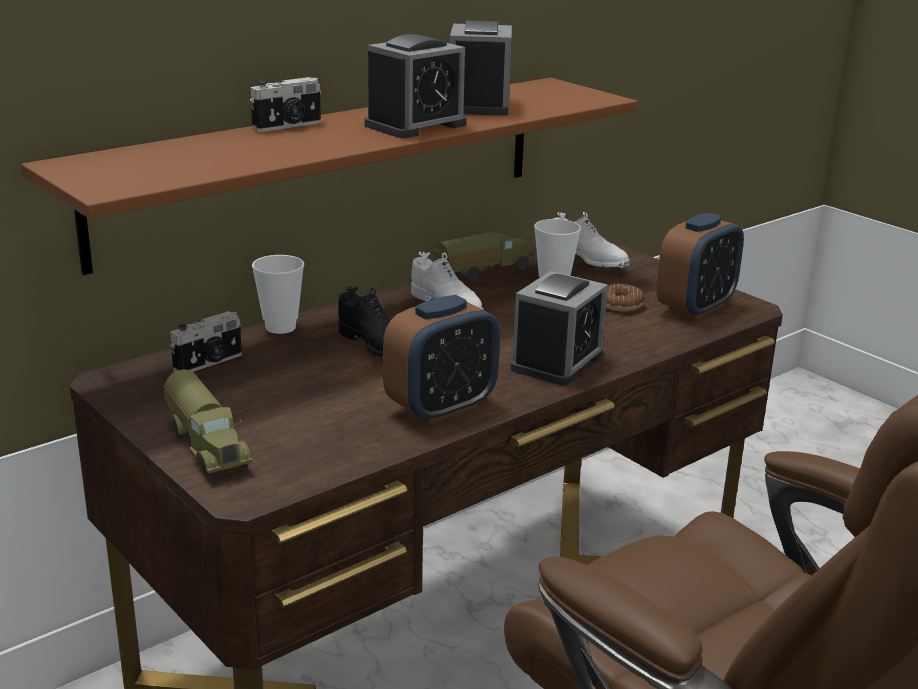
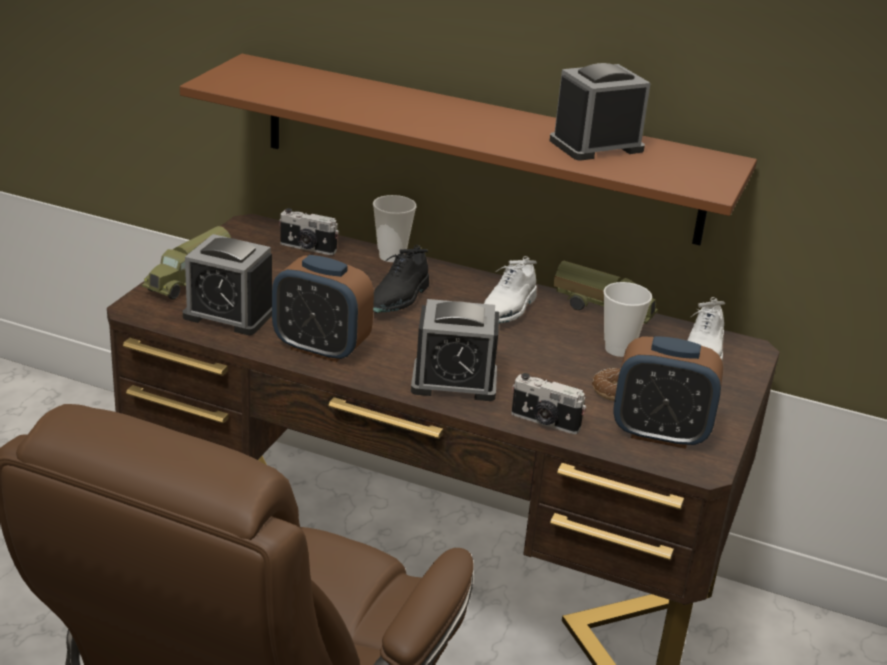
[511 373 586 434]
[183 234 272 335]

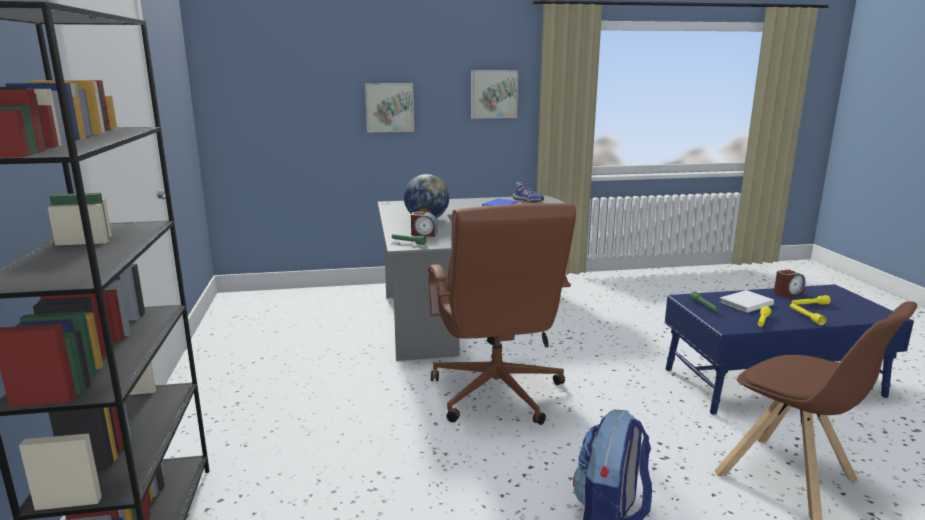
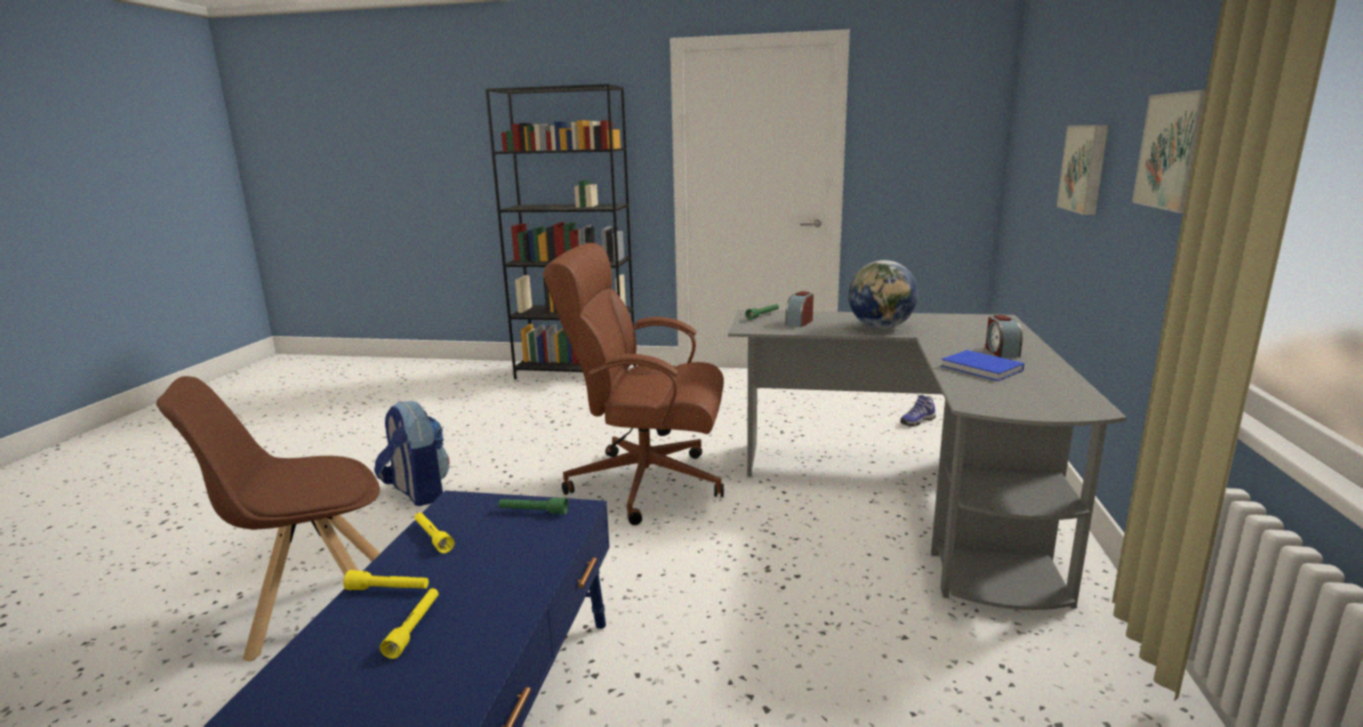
[719 290 774 313] (first image)
[900 395 936 427]
[985 315 1023 358]

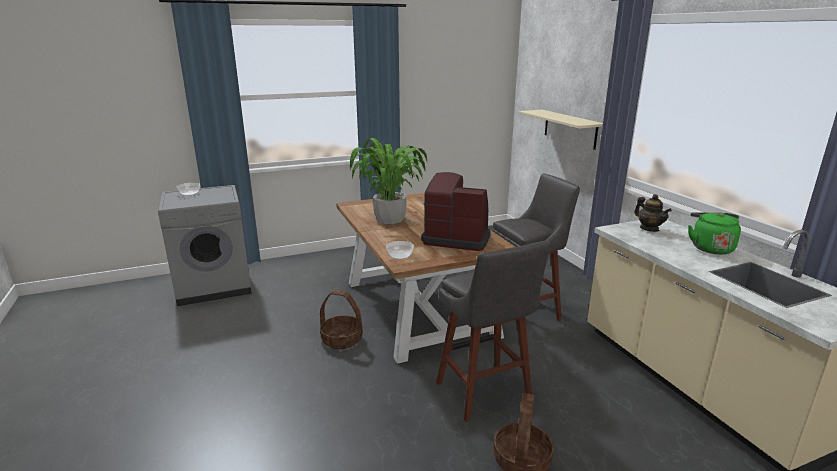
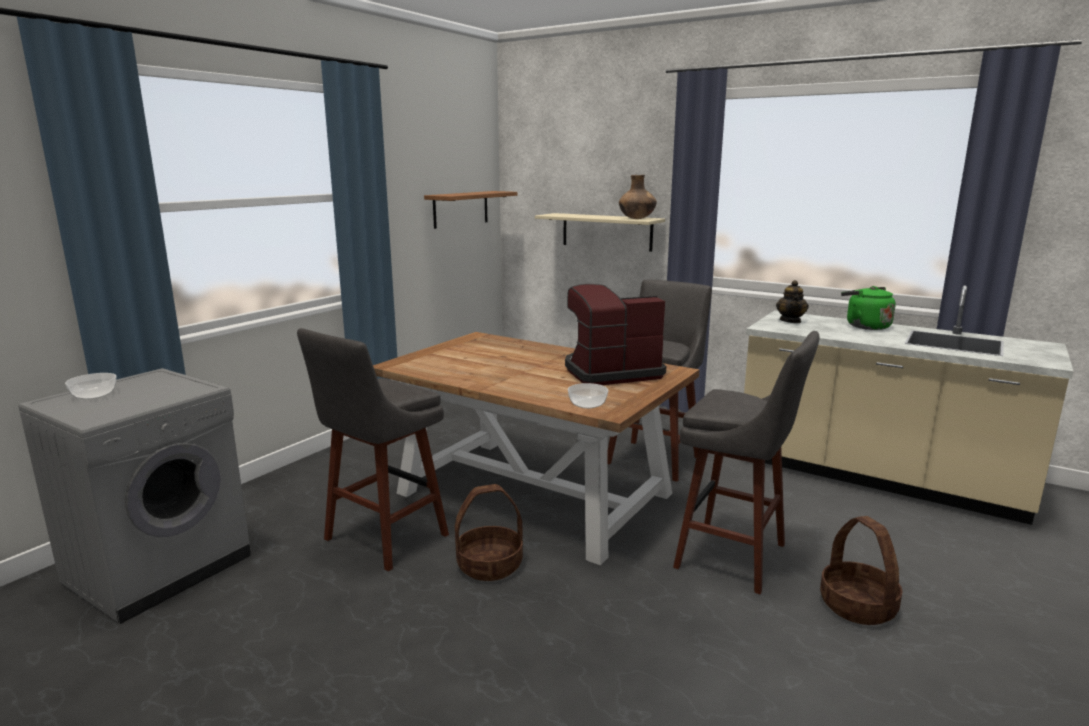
[349 138 428 224] (first image)
[297 328 449 572]
[424 191 517 229]
[619 175 657 219]
[776 280 809 323]

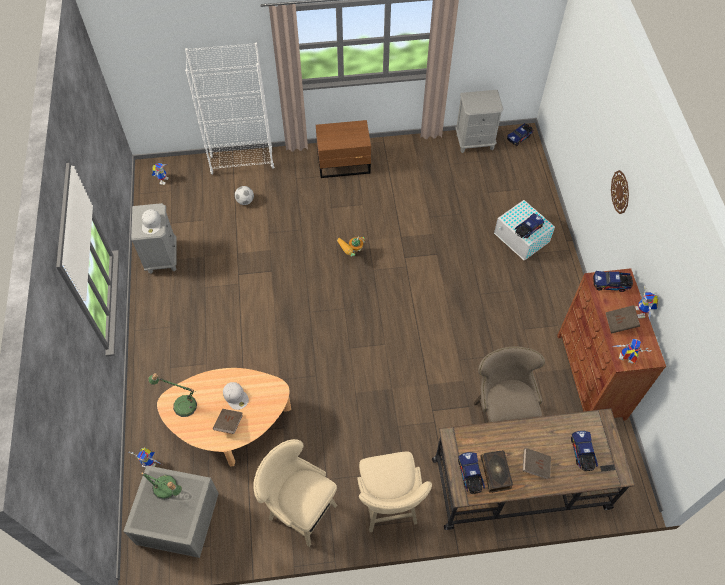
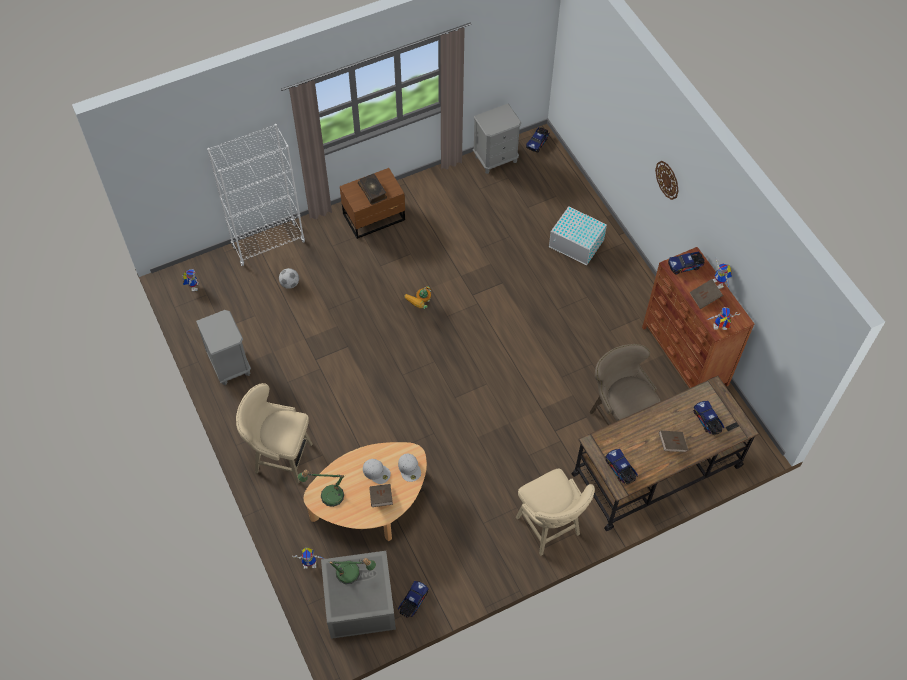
[398 454 421 482]
[236 383 313 483]
[358 173 387 205]
[398 581 429 618]

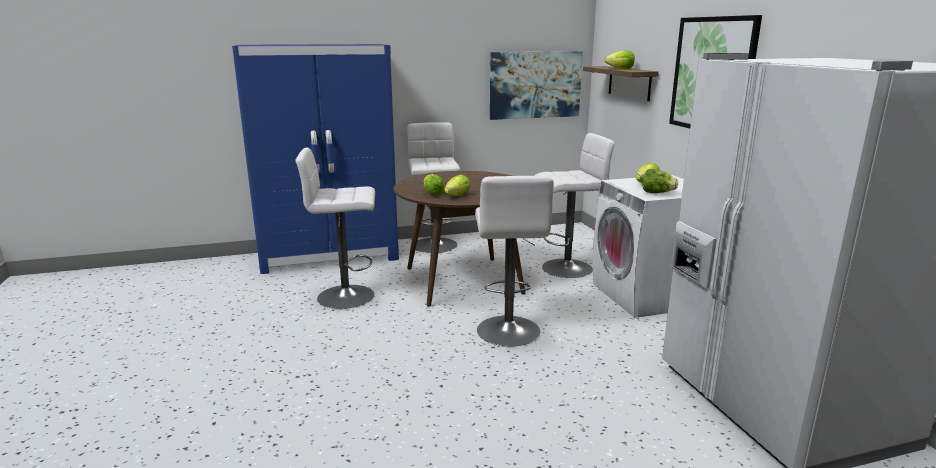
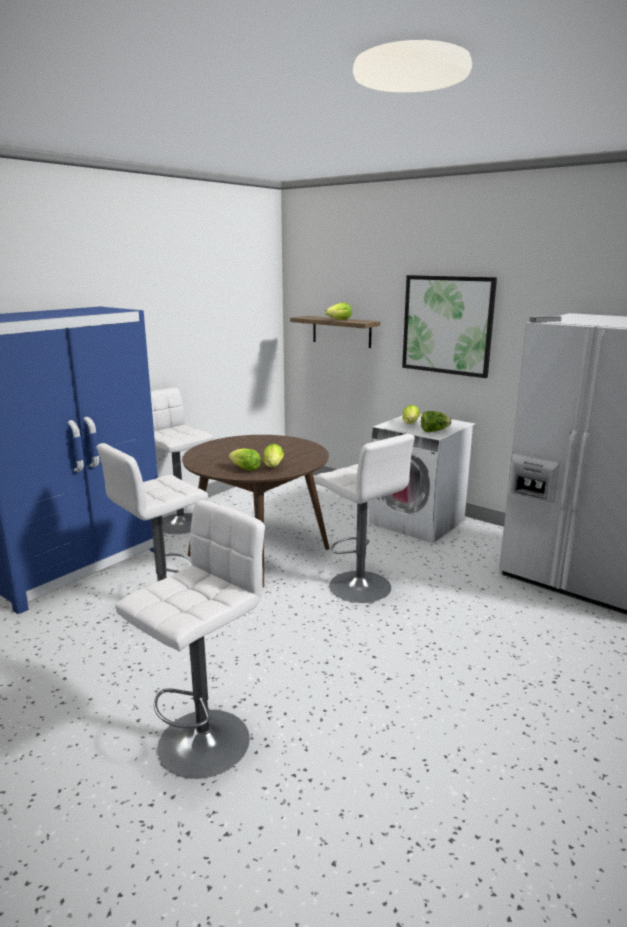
[490 51 583 120] (first image)
[115 500 265 779]

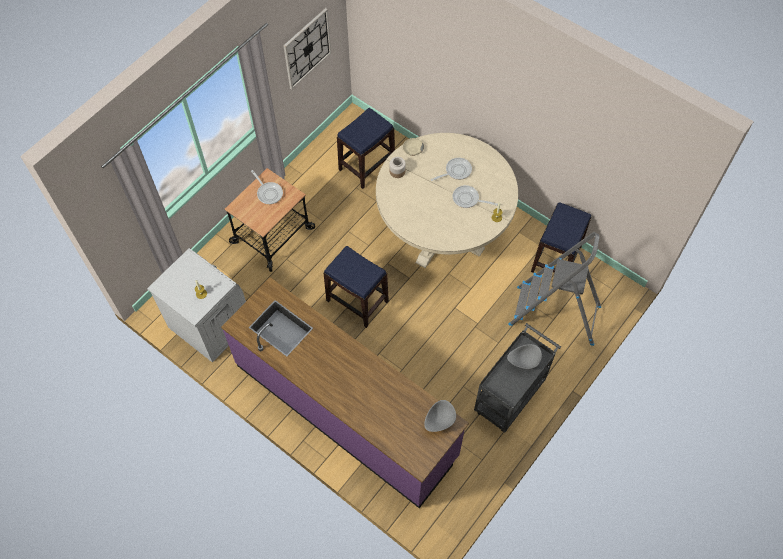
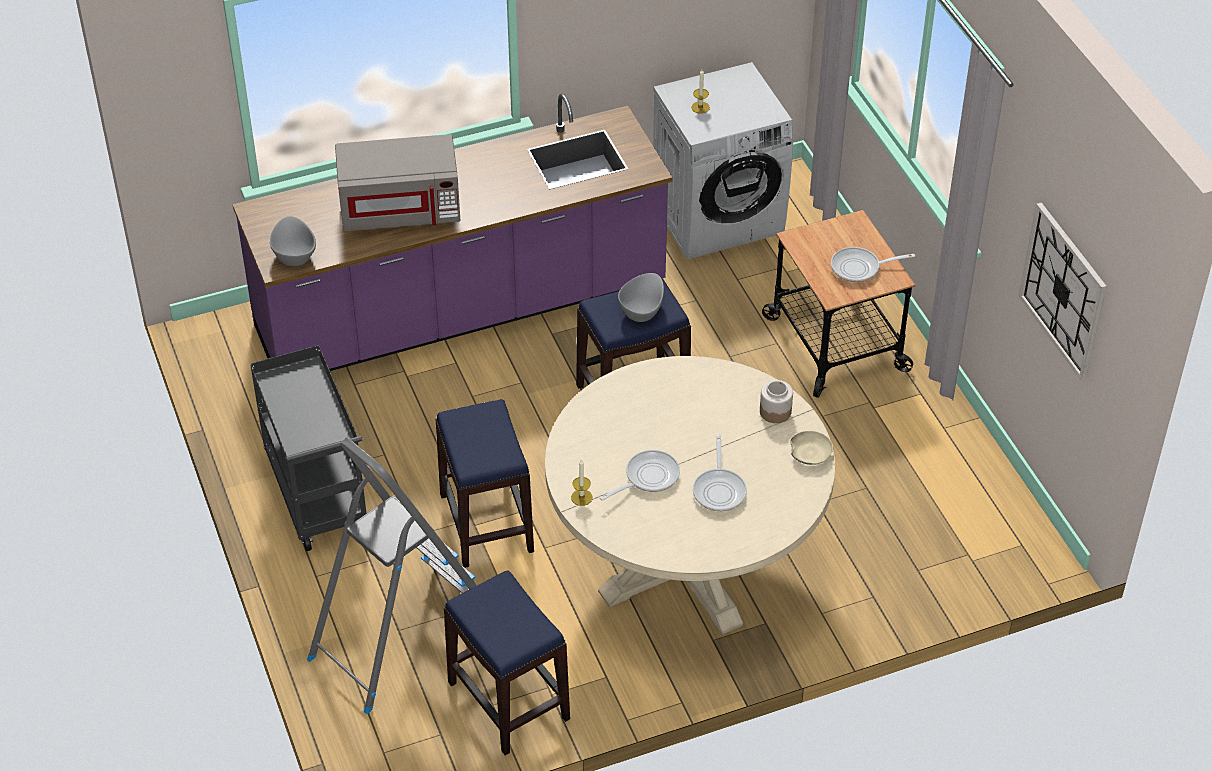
[335 134 460 231]
[436 399 534 568]
[618 273 664 322]

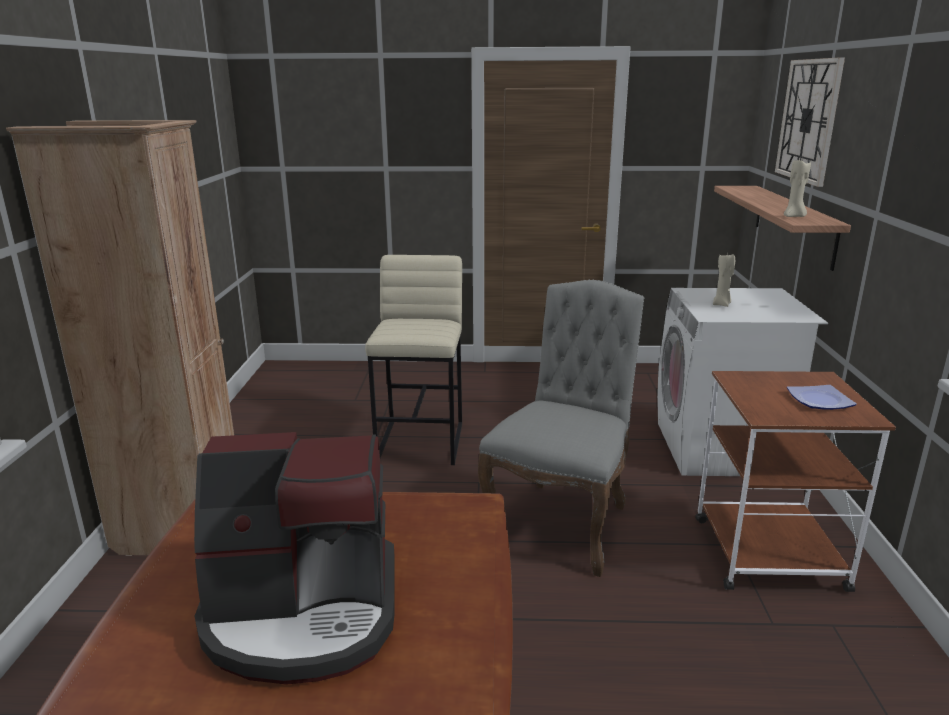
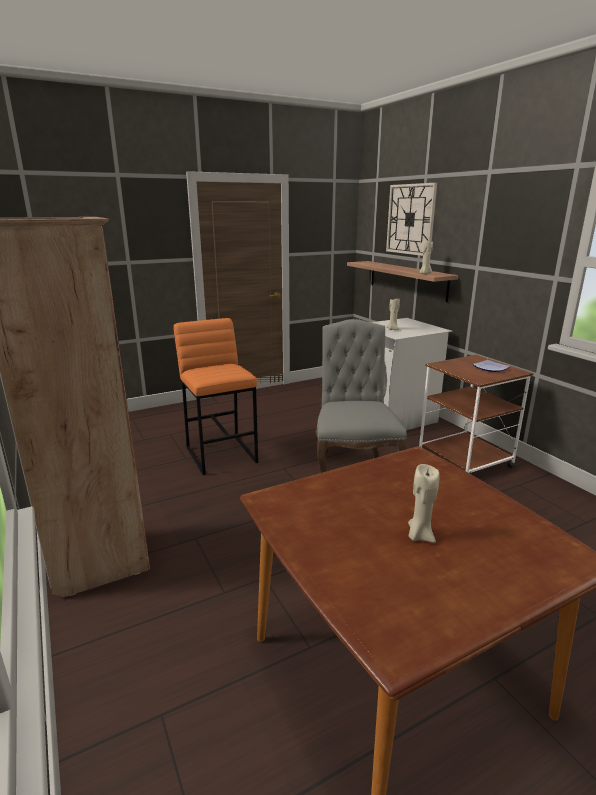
[408 464 440 543]
[173 318 258 475]

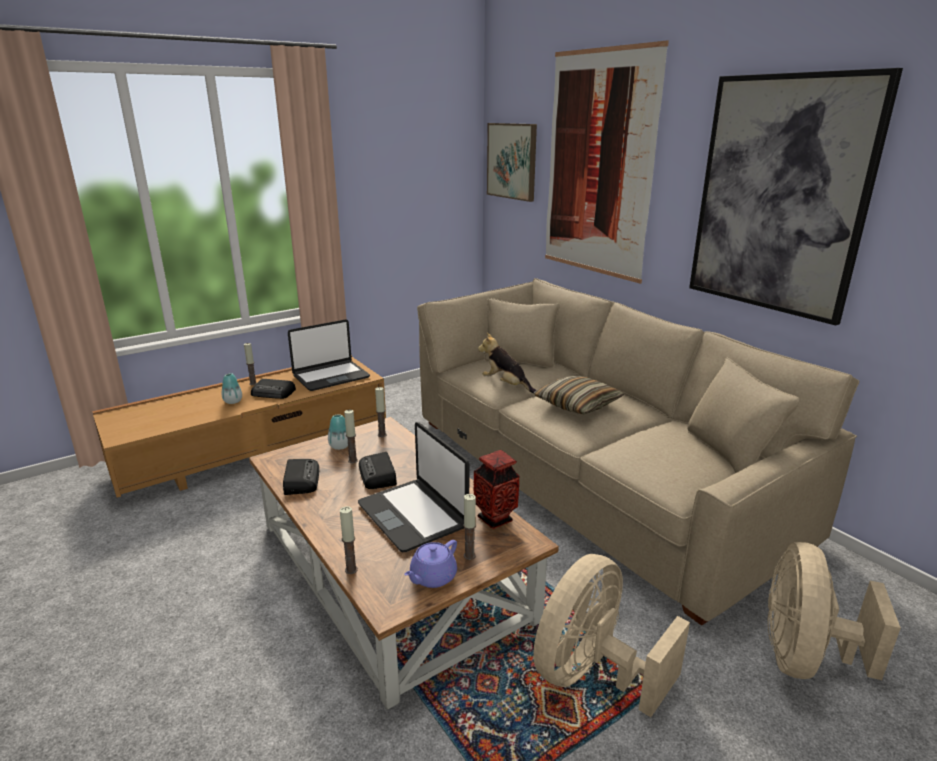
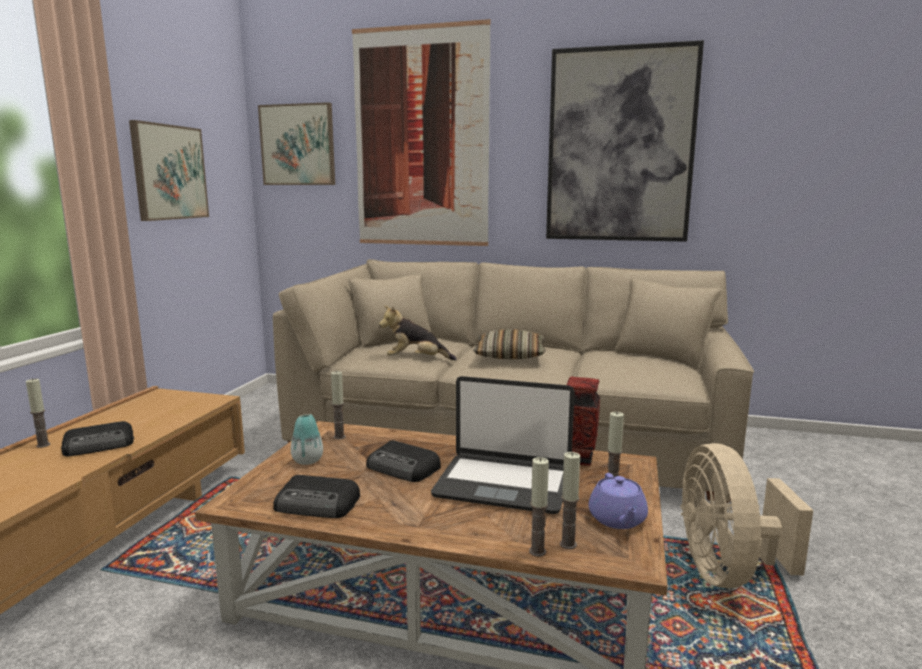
[222 373 242 404] (first image)
[288 319 370 391] (first image)
[768 542 901 680] (first image)
[129 120 209 221]
[560 452 580 549]
[273 475 360 518]

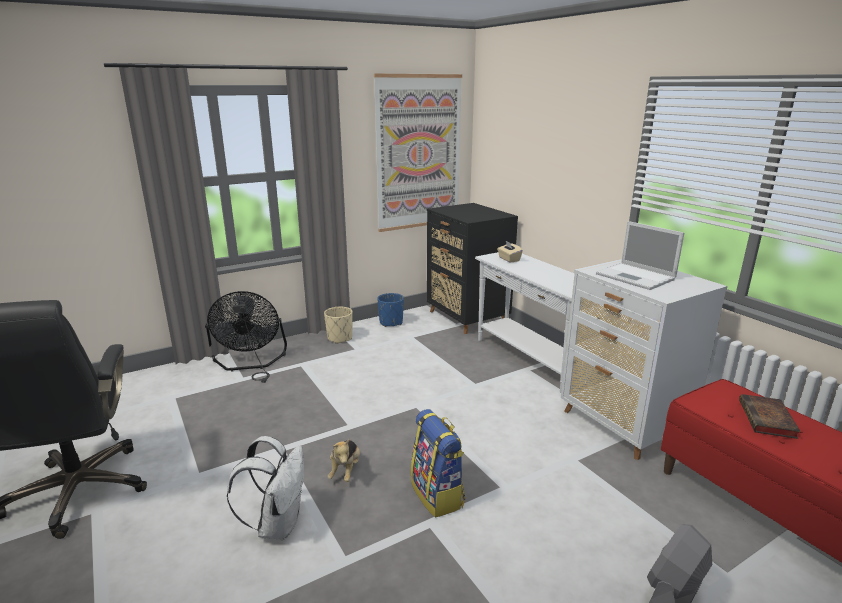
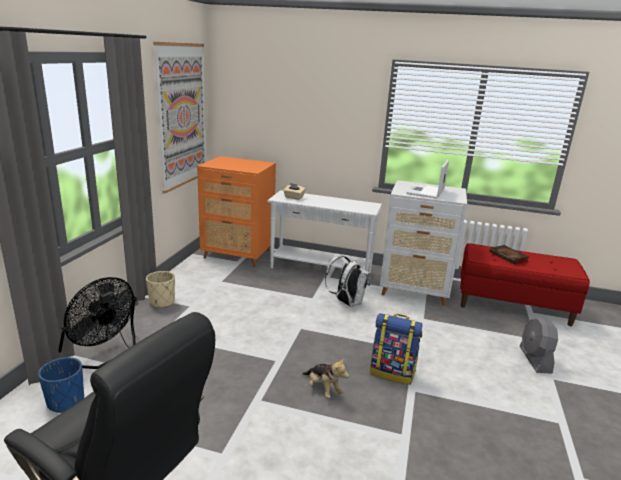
[325 255 370 307]
[38 357 84 413]
[197 156 276 267]
[407 160 449 199]

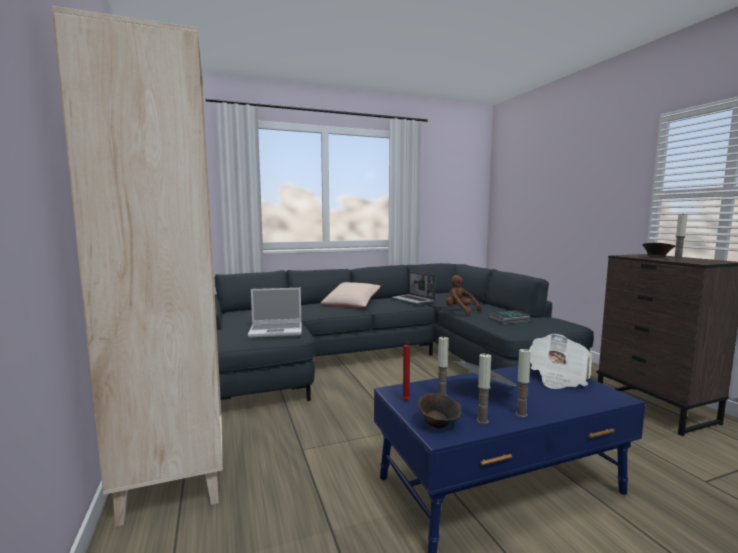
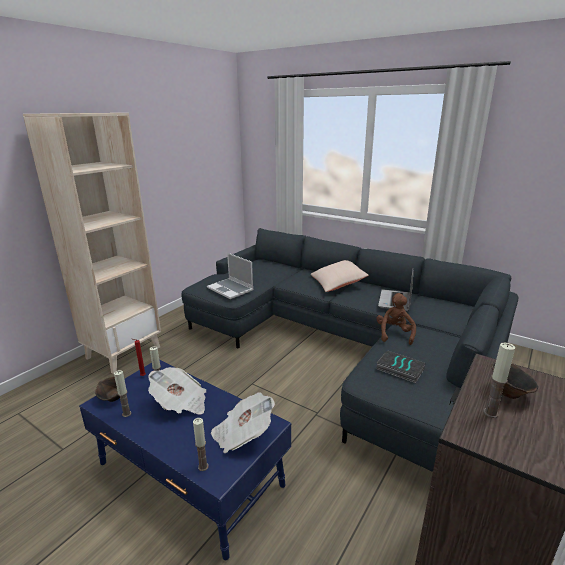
[193 418 208 471]

